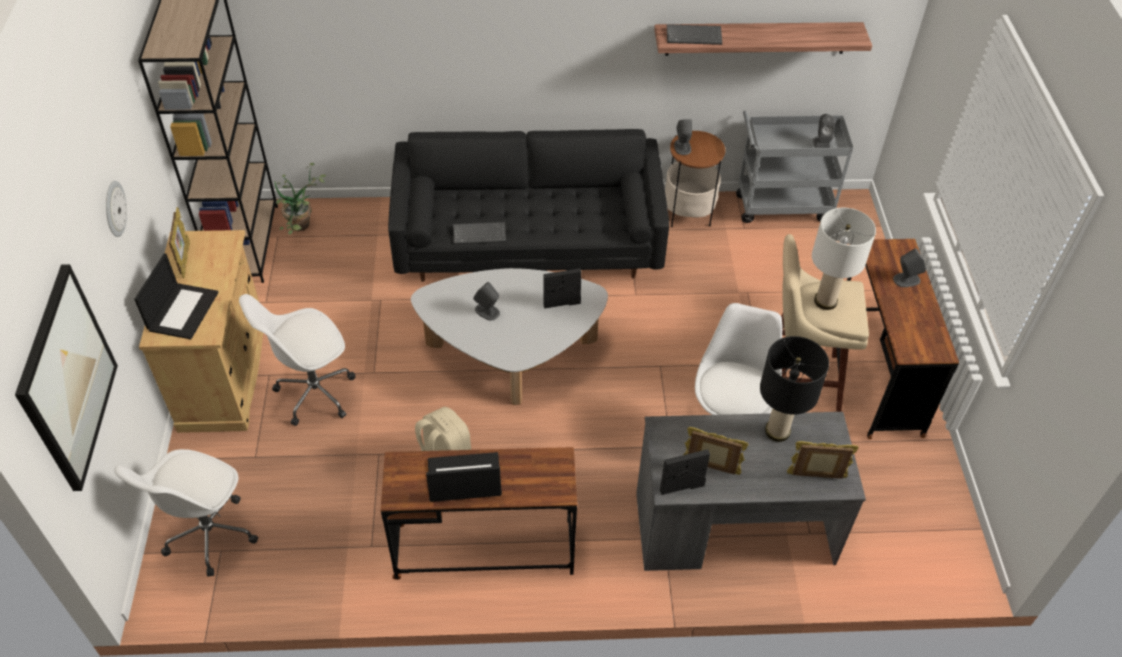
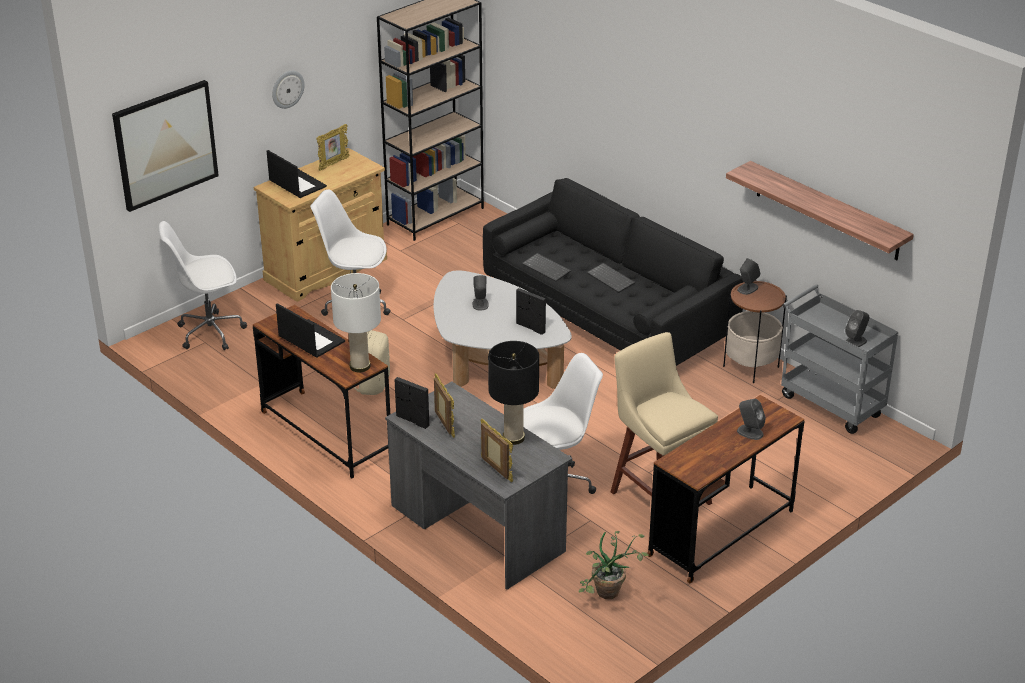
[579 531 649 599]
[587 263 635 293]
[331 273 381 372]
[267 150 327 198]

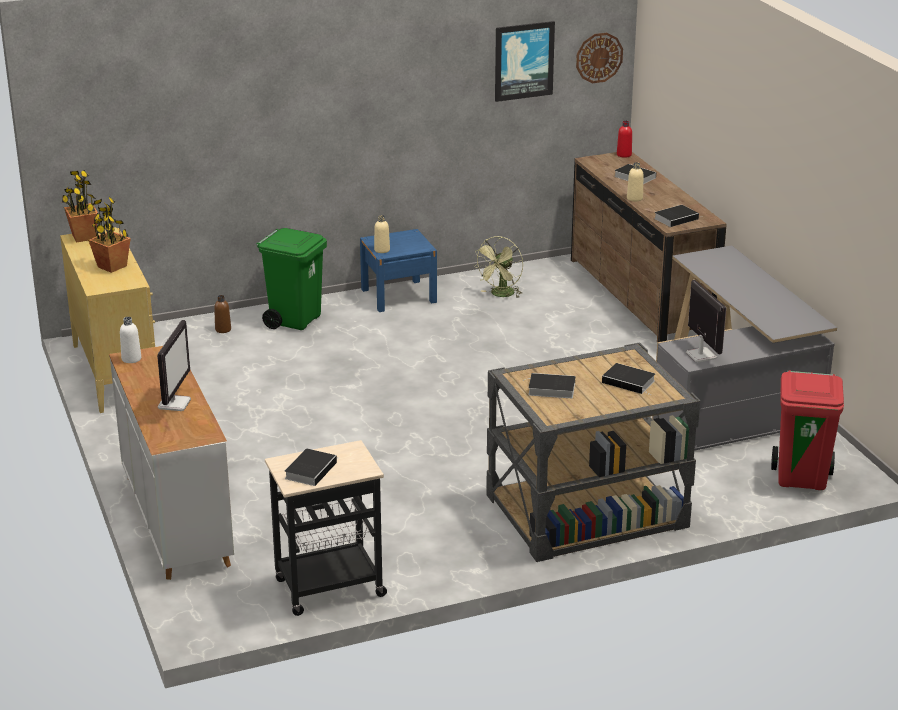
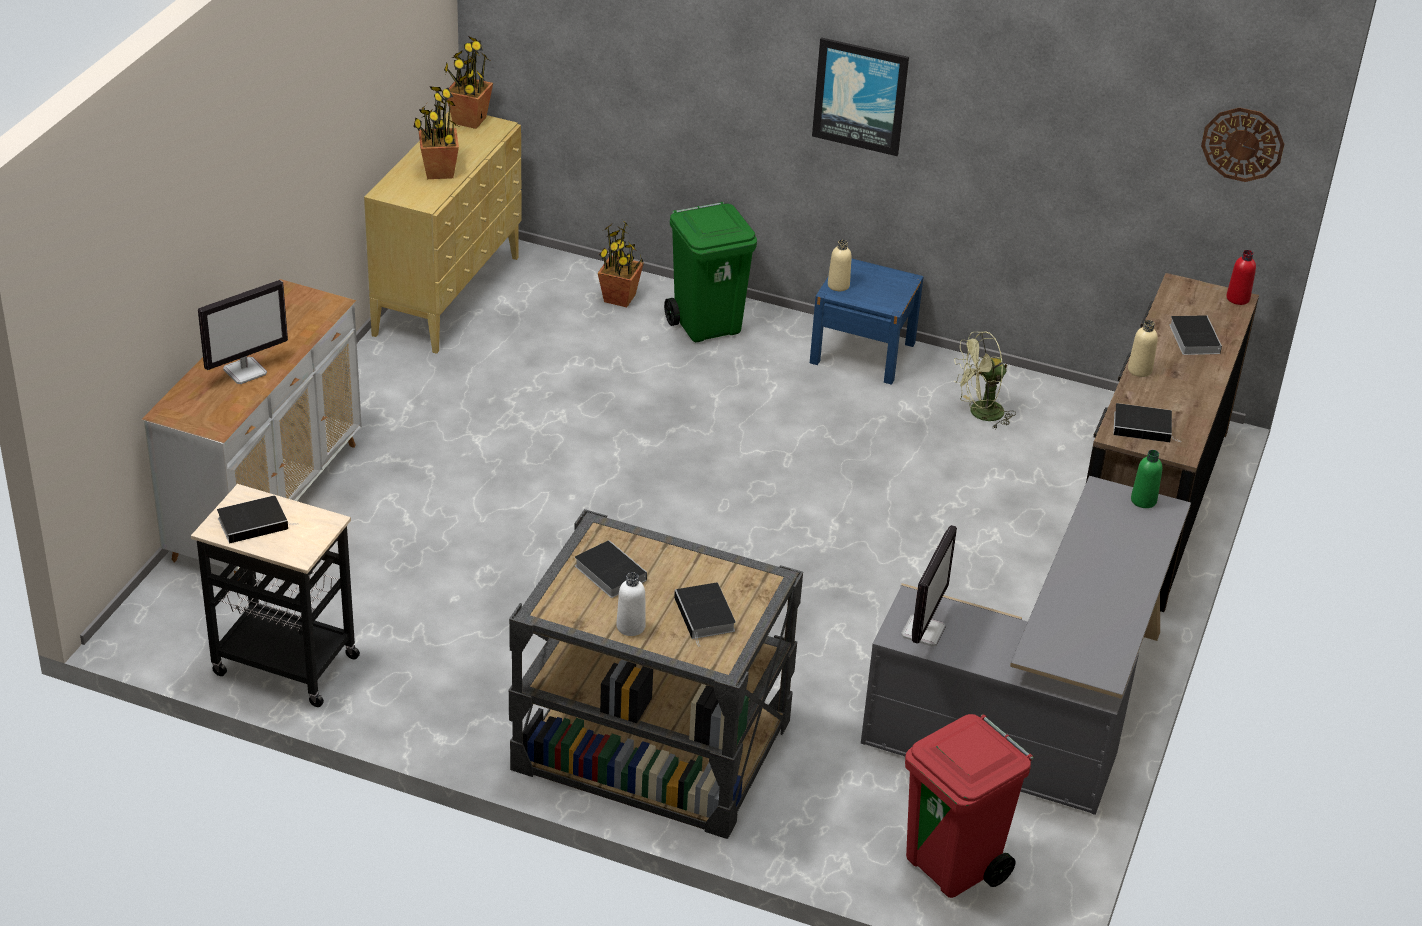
[1131 450 1162 508]
[617 572 646 636]
[812 37 909 156]
[598 221 644 307]

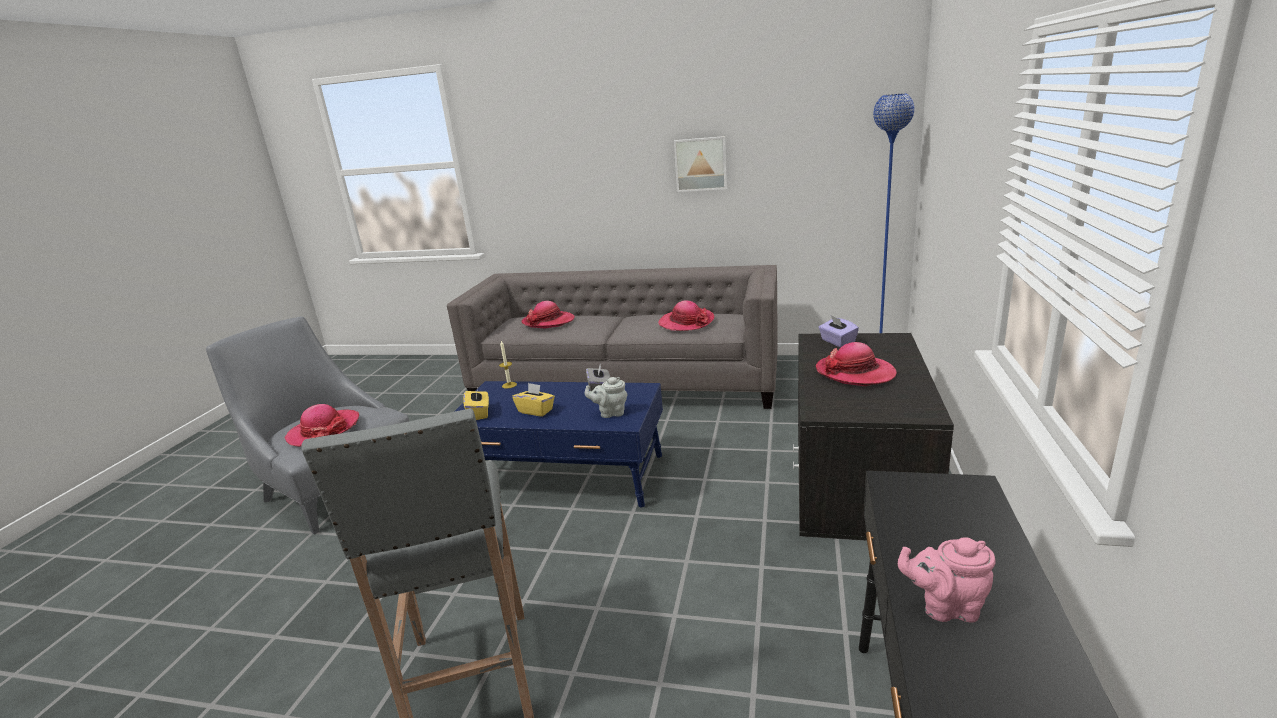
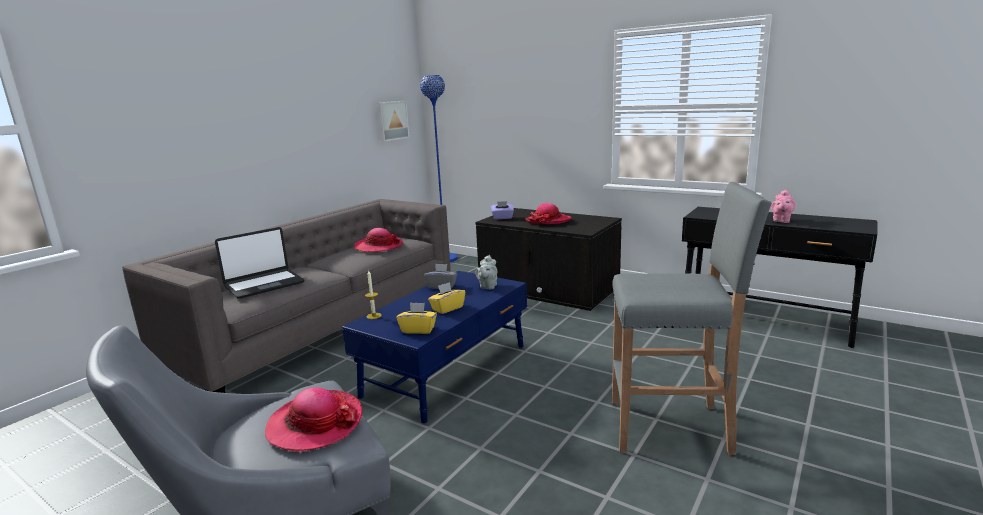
[377 101 410 141]
[215 227 304 299]

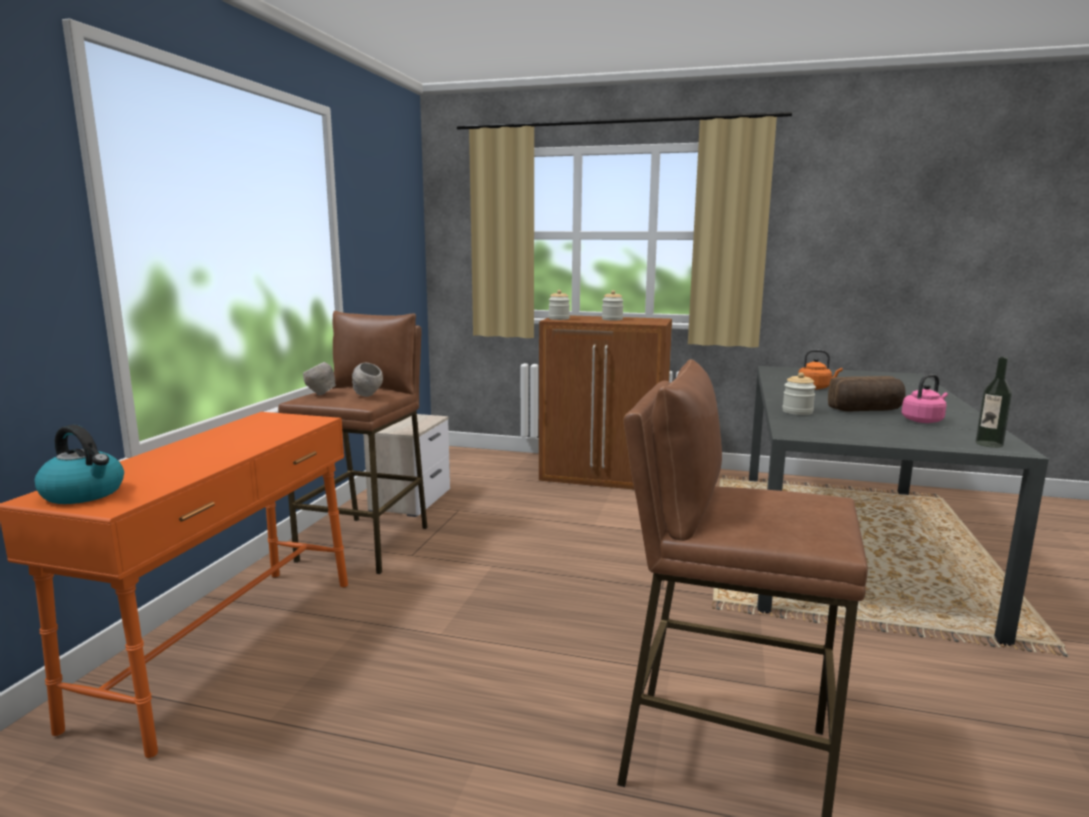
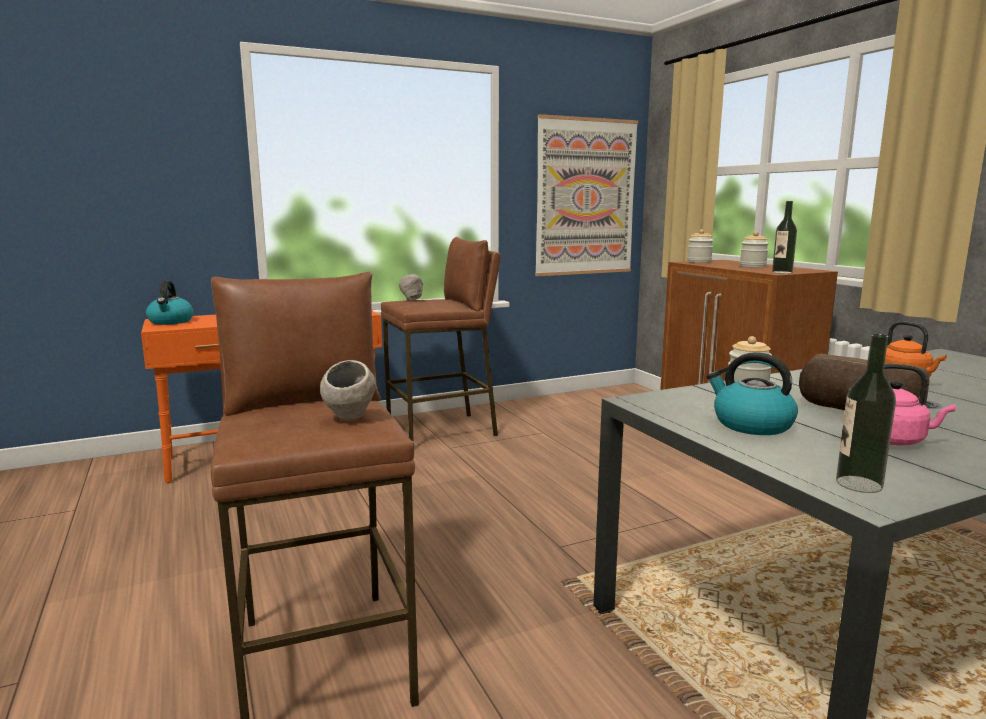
[363 414 450 517] (first image)
[535 114 638 276]
[707 352 798 435]
[772 201 797 274]
[320 360 376 419]

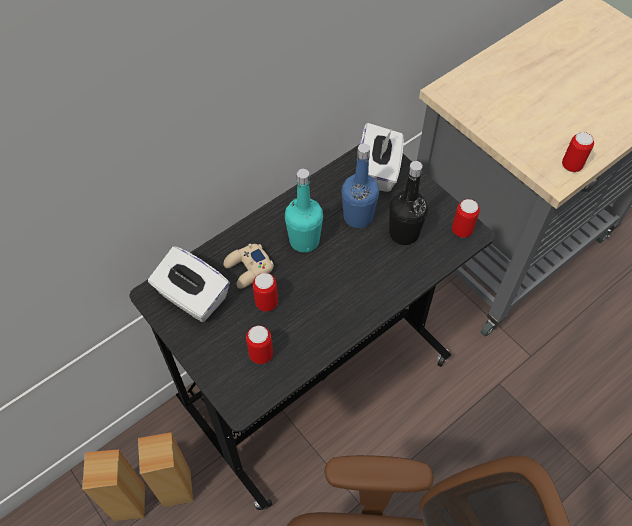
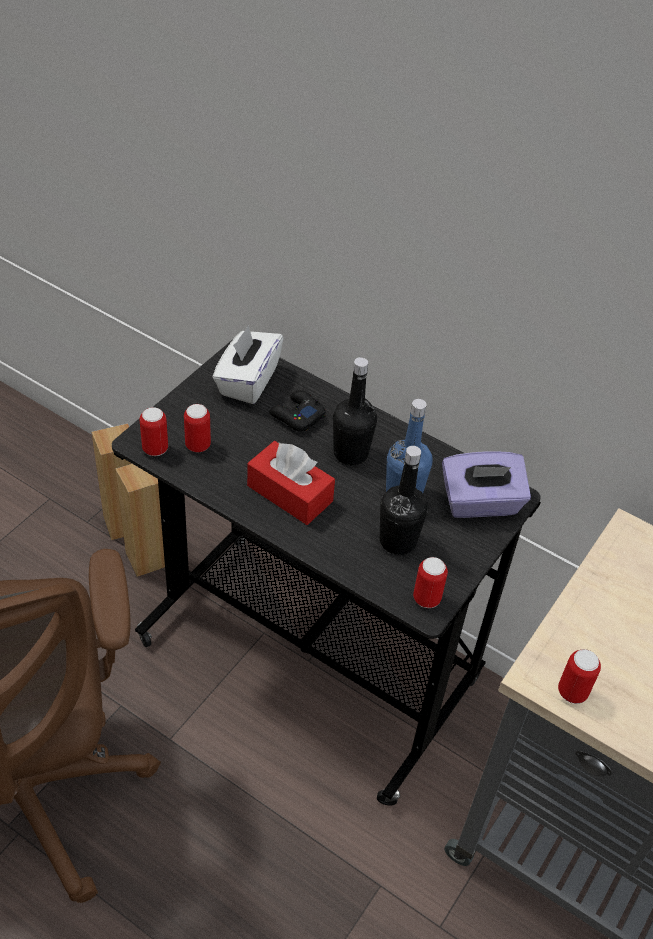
[247 441 335 525]
[140 407 168 456]
[269 390 326 432]
[333 357 377 465]
[442 451 531 518]

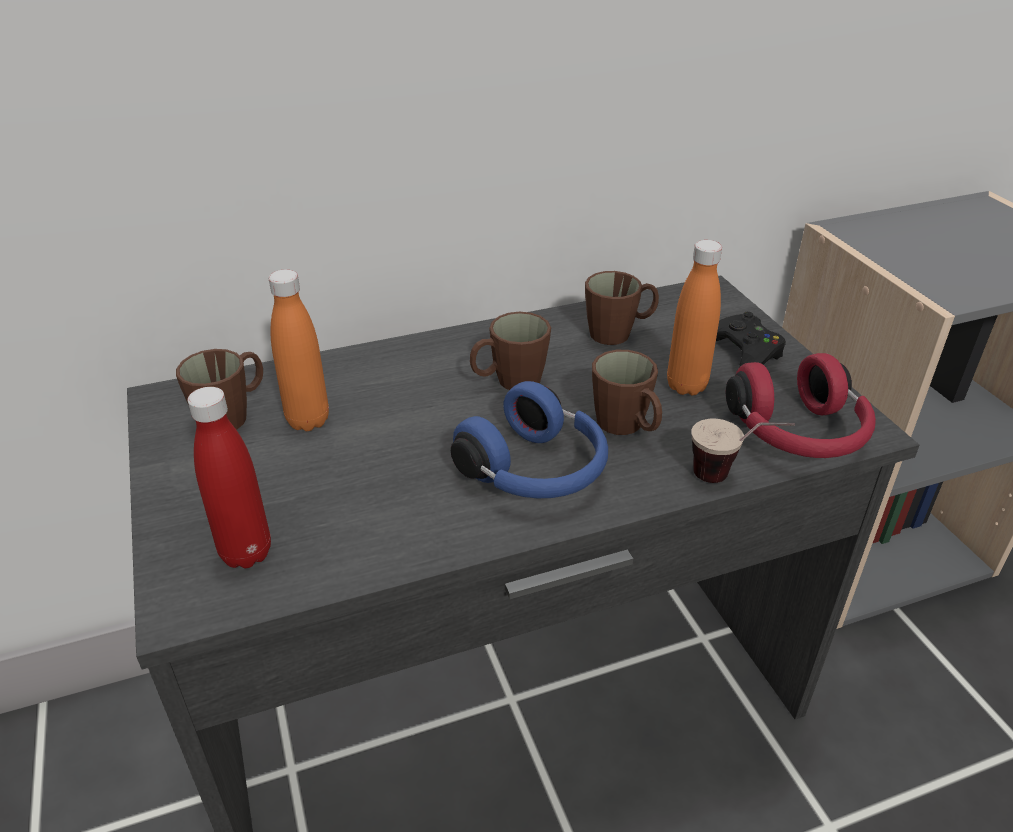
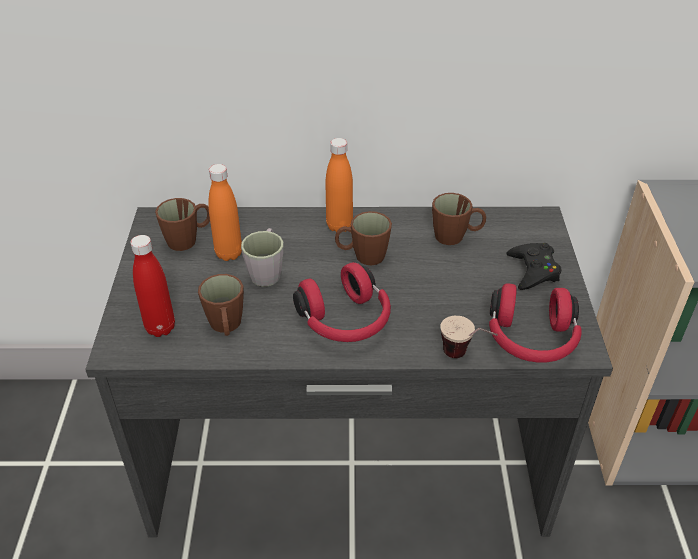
[241 228 283 287]
[198 274 244 336]
[326 138 353 232]
[293 262 391 342]

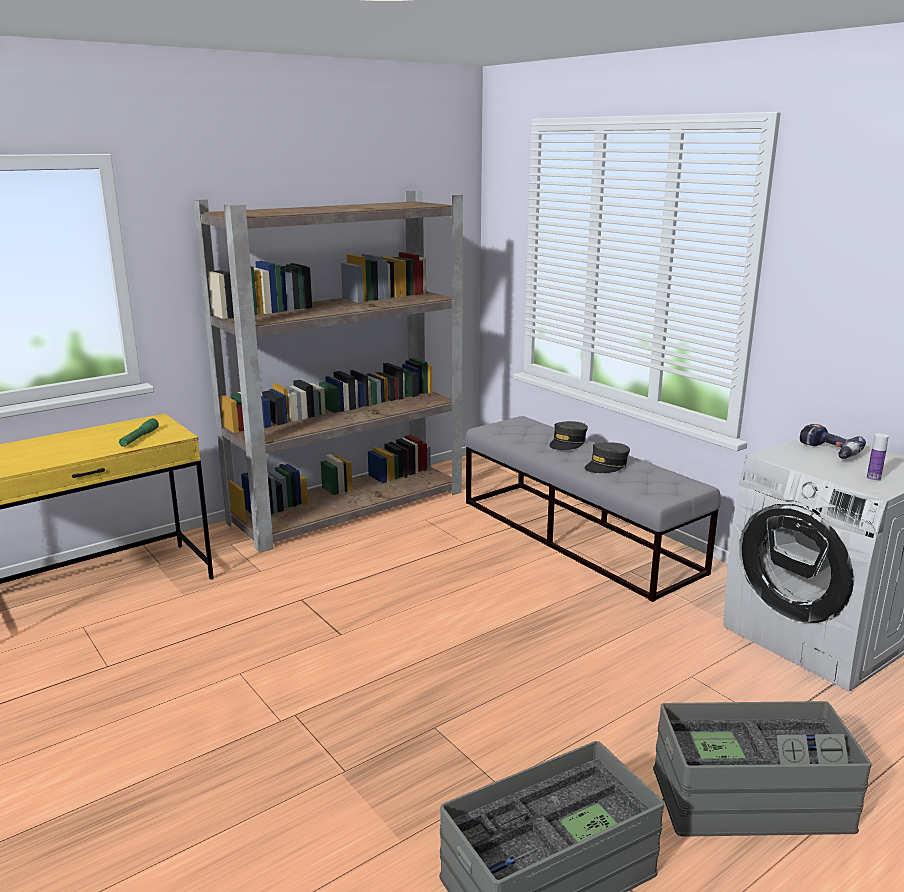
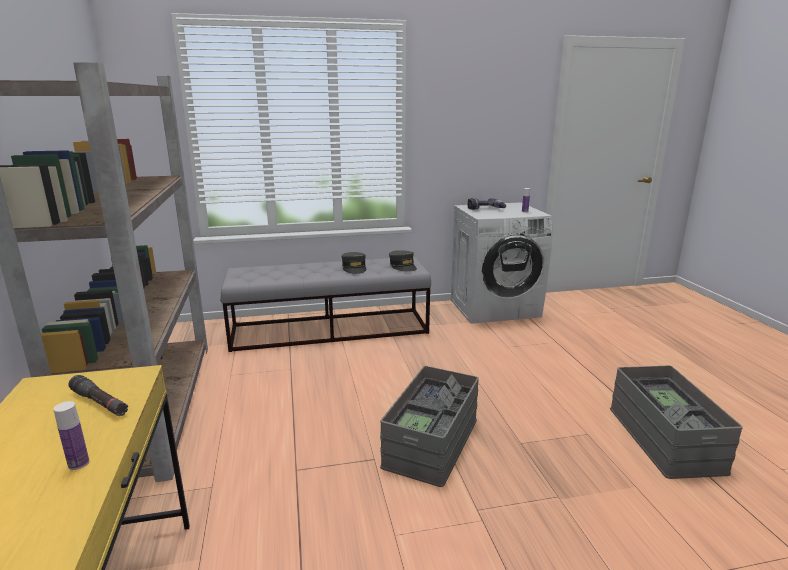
[53 401 89 470]
[389 250 417 272]
[380 366 479 487]
[68 375 128 416]

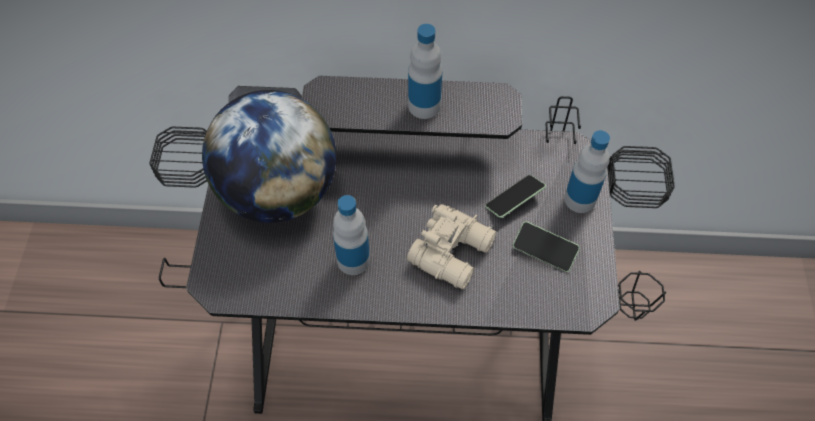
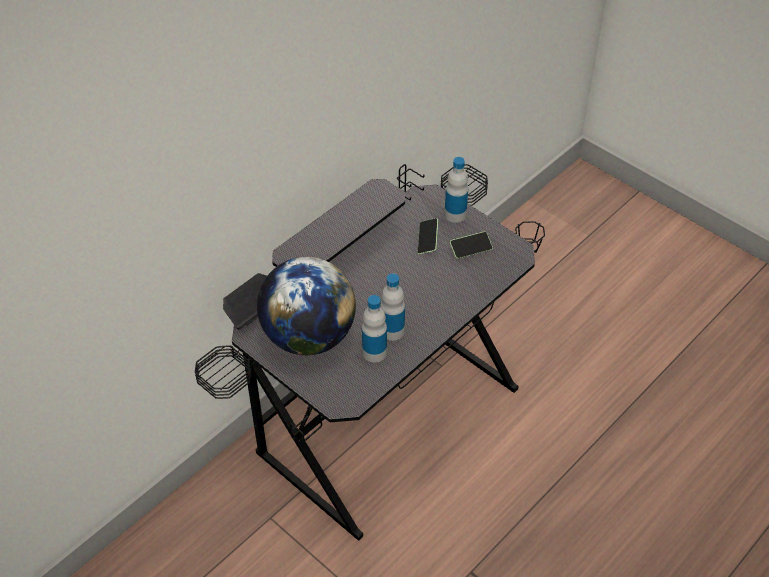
[407 204 497 290] (first image)
[362 295 387 362]

